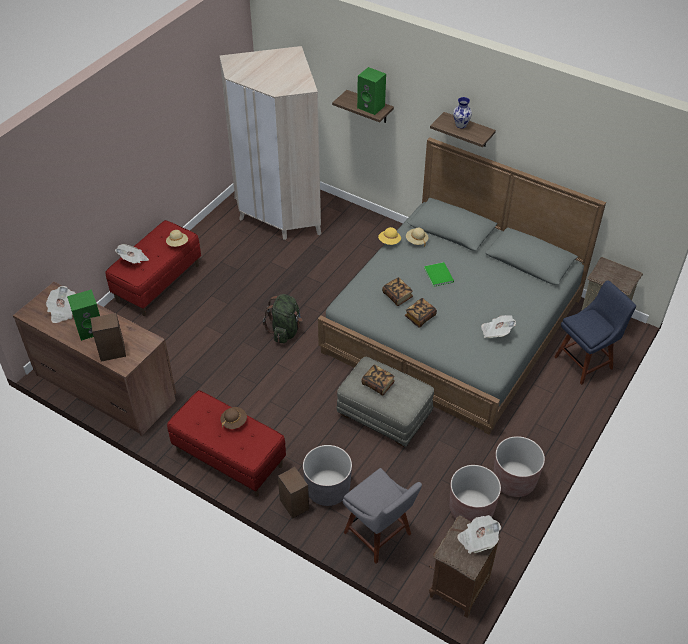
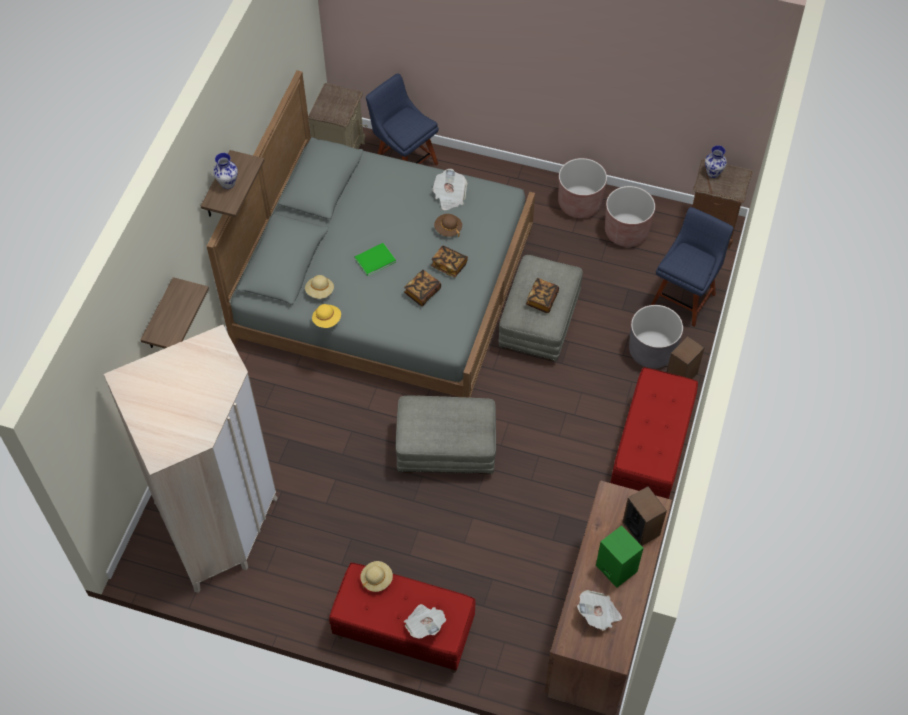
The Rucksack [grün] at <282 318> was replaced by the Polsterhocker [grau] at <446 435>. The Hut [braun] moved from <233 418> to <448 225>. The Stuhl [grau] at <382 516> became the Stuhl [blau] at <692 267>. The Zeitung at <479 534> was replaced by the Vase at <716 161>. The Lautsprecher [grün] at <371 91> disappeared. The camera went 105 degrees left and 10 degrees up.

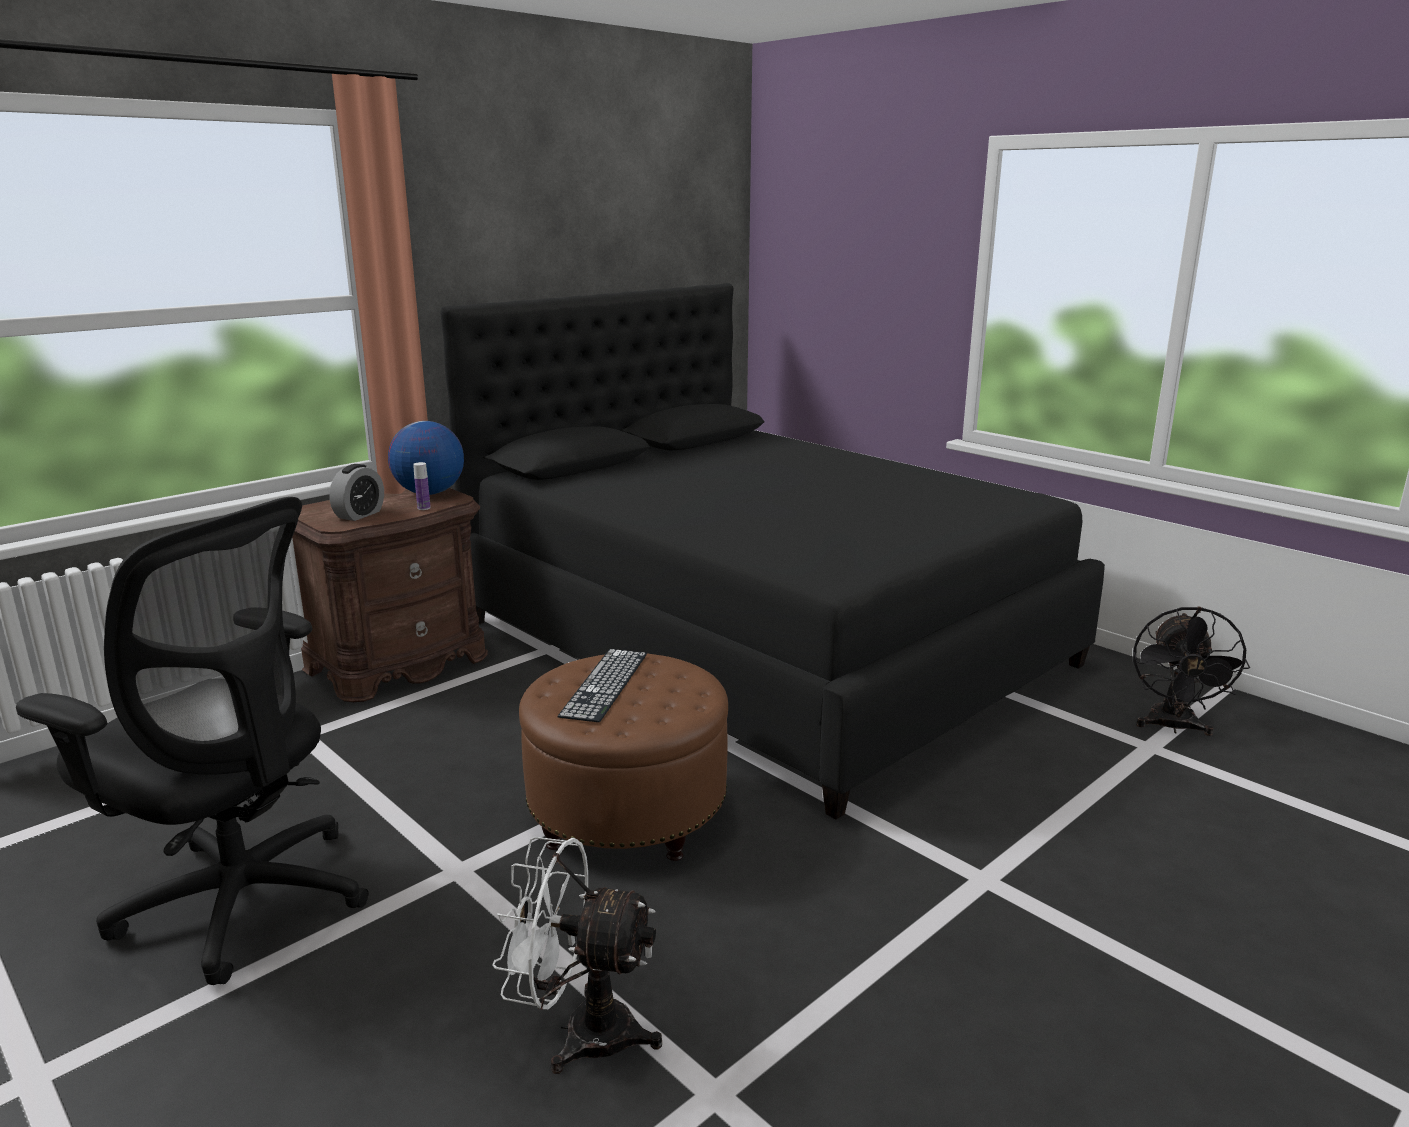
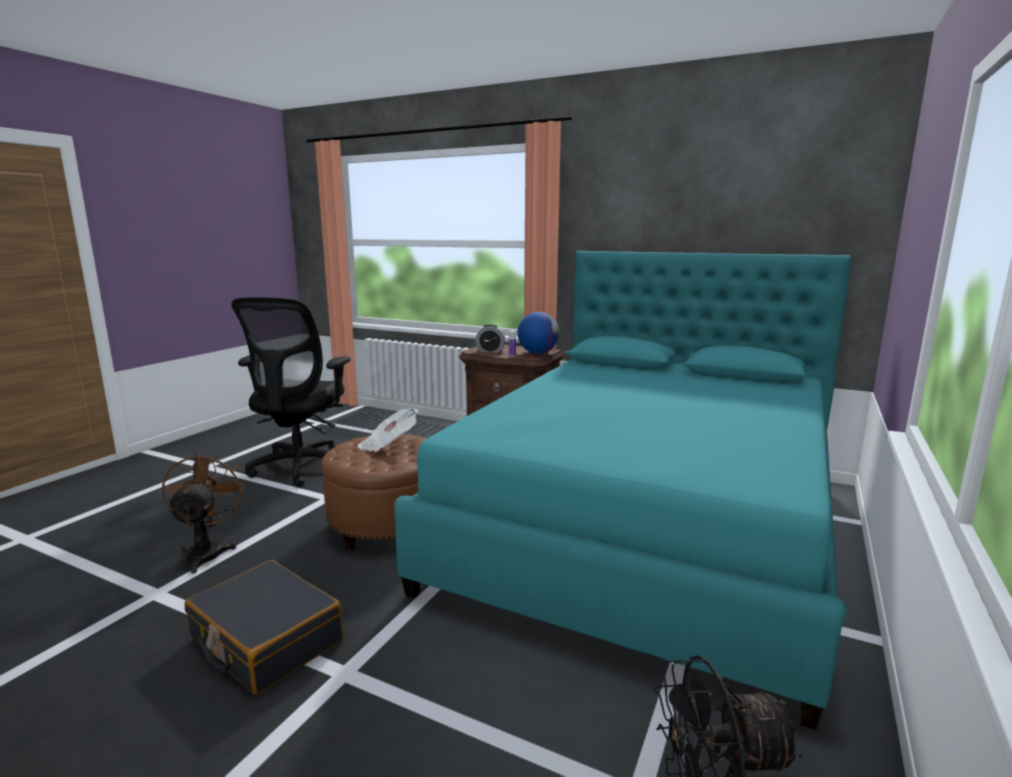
The Ventilator [weiß] at <577 955> became the Ventilator [braun] at <203 513>. The Koffer [schwarz] at <264 627> appeared. The Tastatur at <602 685> was replaced by the Zeitung at <388 430>. The Bett [schwarz] at <772 551> became the Bett [türkis] at <623 490>. The camera went 70 degrees right and 5 degrees down.

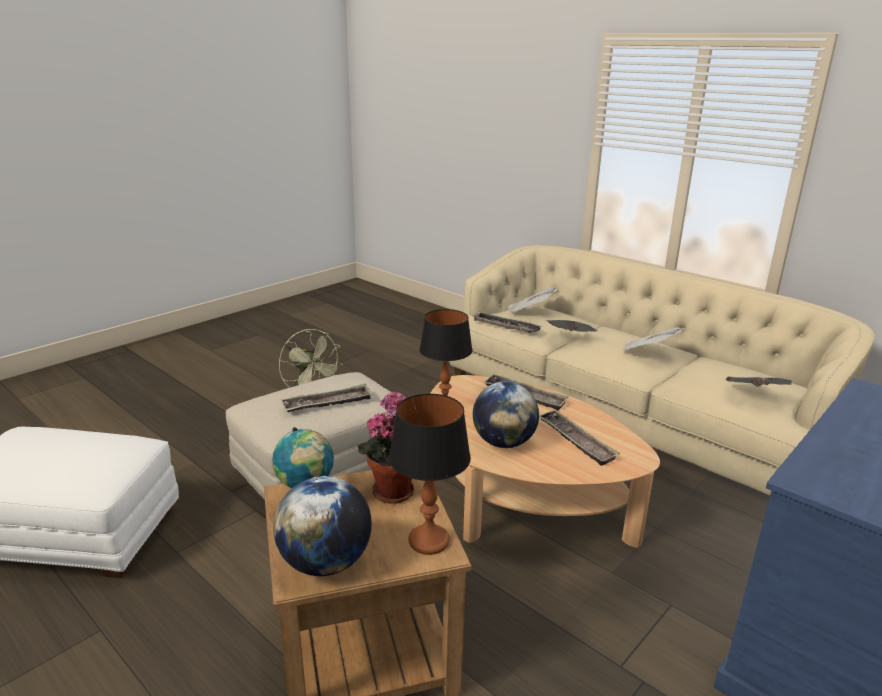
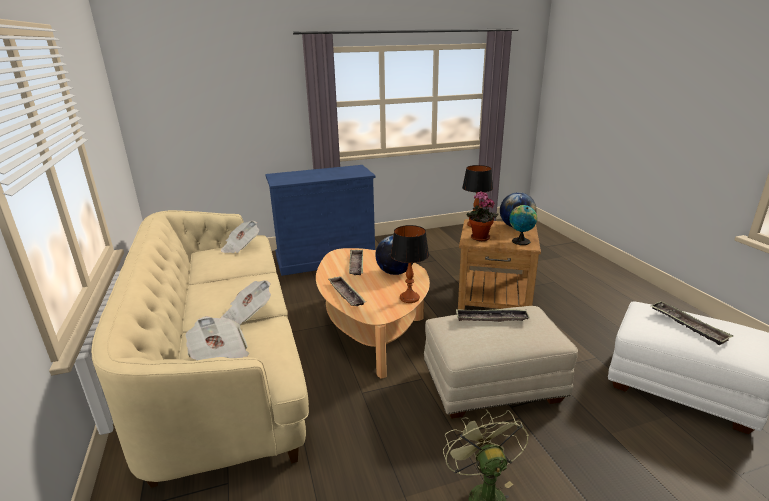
The Tablett moved from <507 322> to <692 323>. The Zeitung at <652 338> disappeared. The camera went 150 degrees left and 0 degrees up.

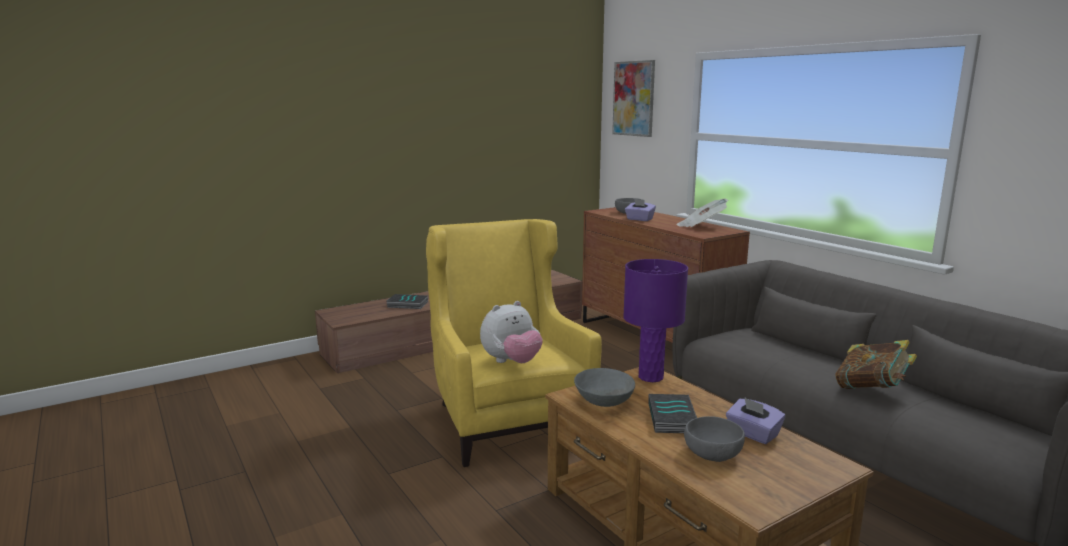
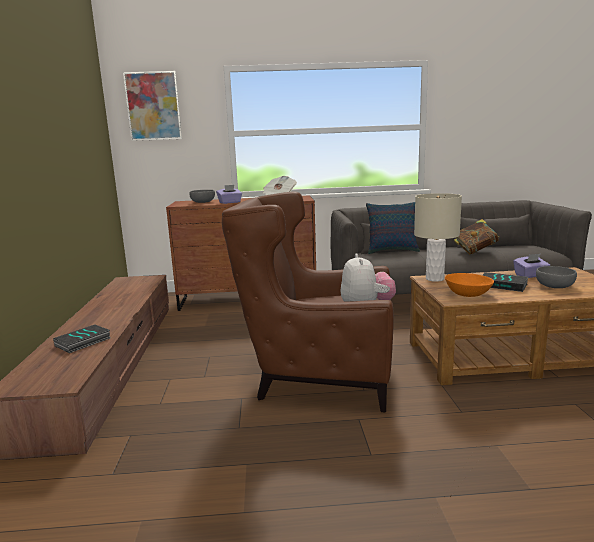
The Sessel [gelb] at <514 343> became the Sessel [braun] at <308 302>. The Kissen [blau] at <393 228> appeared. The Tischlampe [lila] at <655 320> became the Tischlampe [beige] at <438 237>. The Schüssel [grau] at <604 387> became the Schüssel [orange] at <469 285>. The camera went 60 degrees left and 0 degrees up.

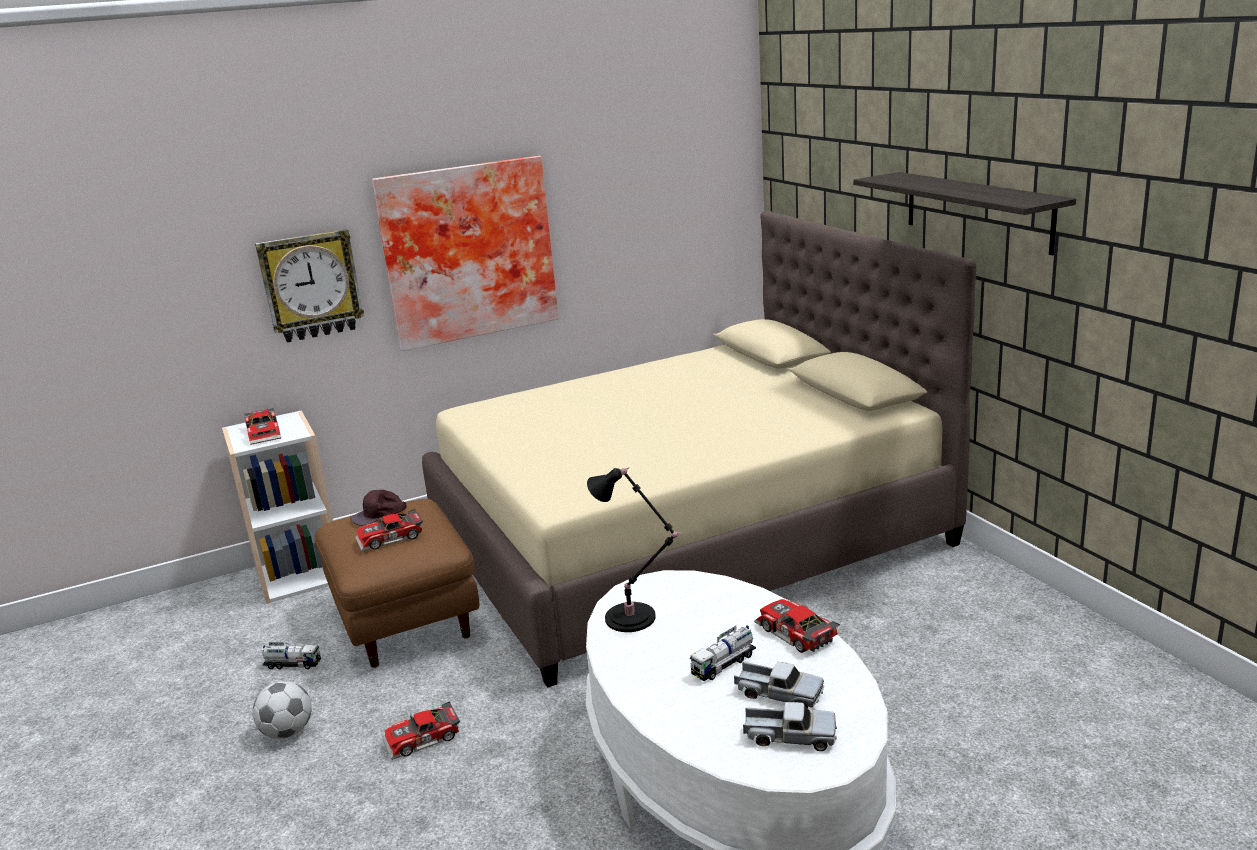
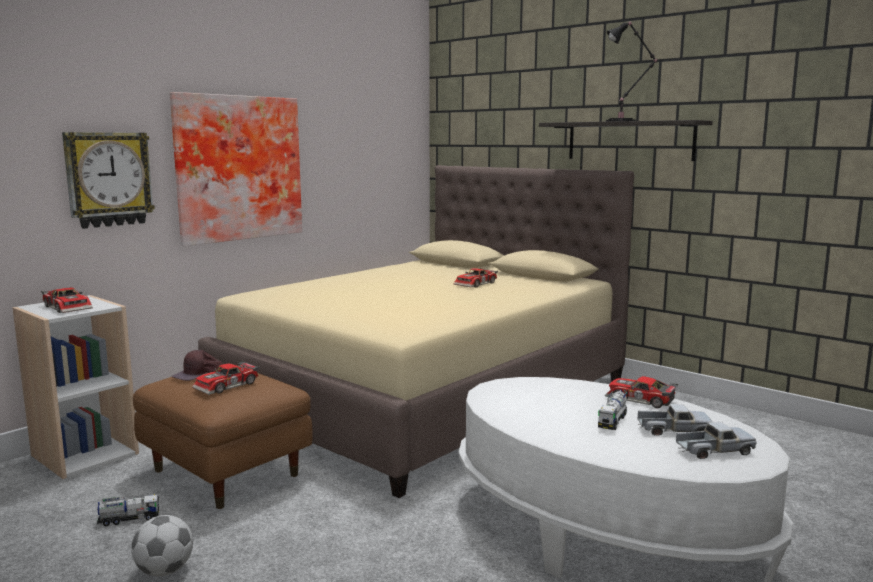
The Spielzeugauto moved from <421 730> to <476 277>. The Tischlampe [schwarz] moved from <634 550> to <631 72>. The camera went 25 degrees left and 10 degrees down.

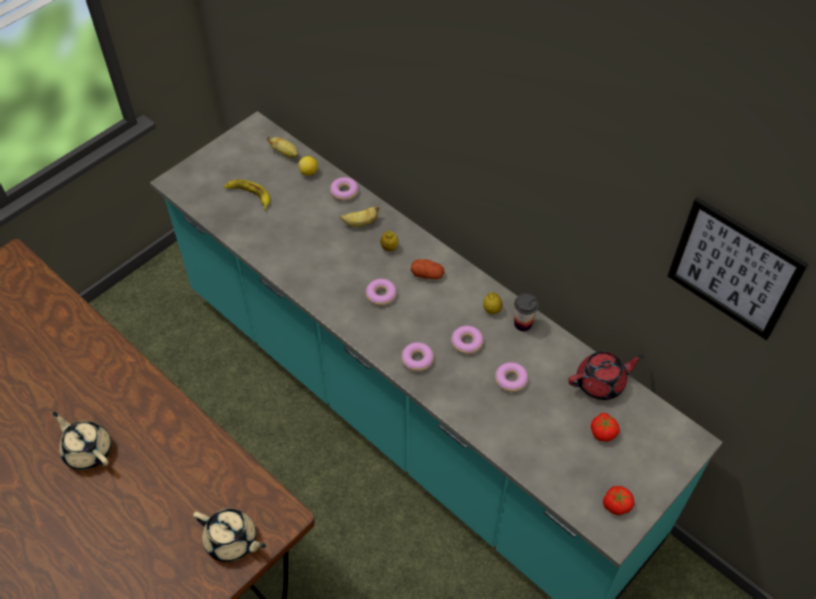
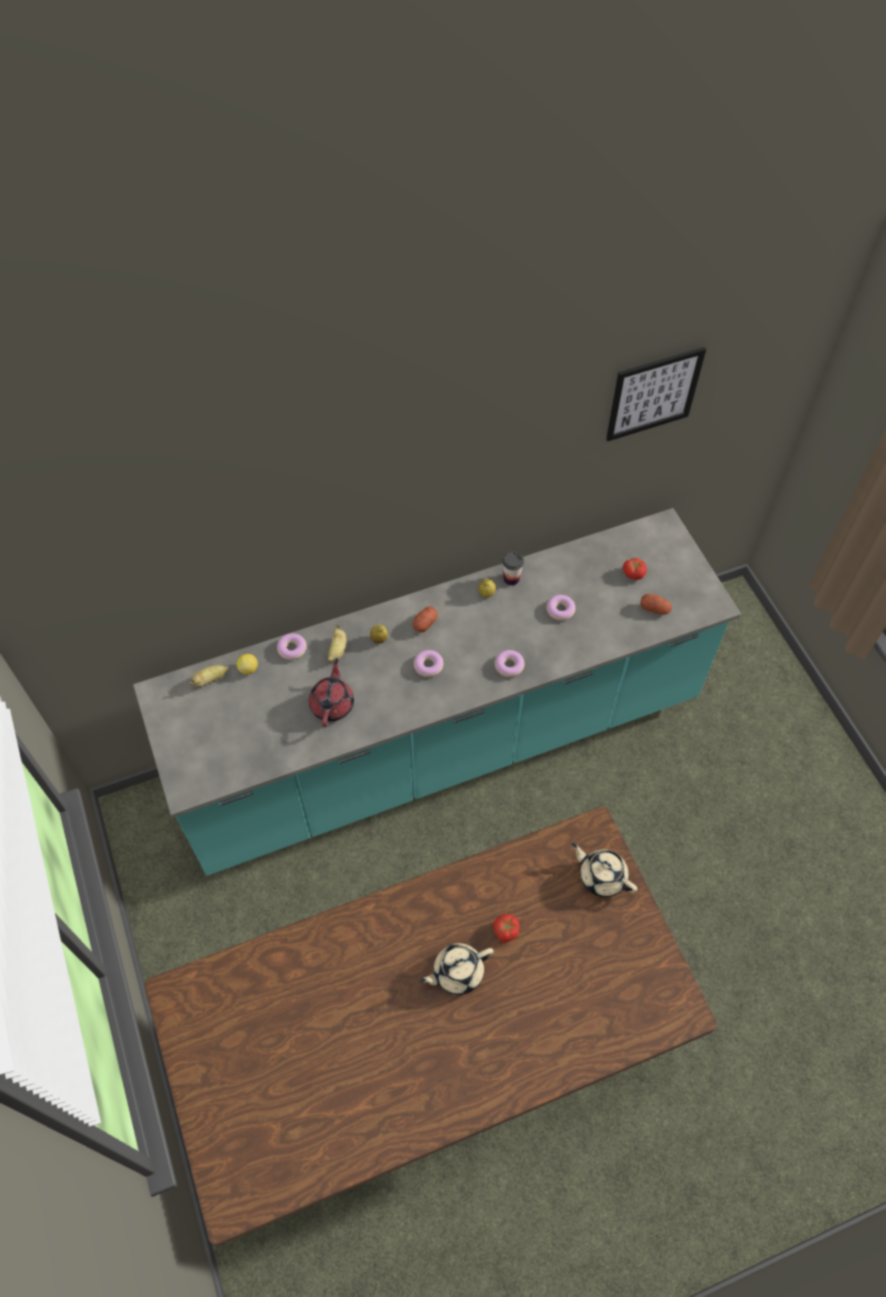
The Teekanne [rot] moved from <606 375> to <331 692>. The Tomate moved from <618 500> to <506 928>. The Teekanne [beige] at <229 535> turned 105 degrees counterclockwise. The Kartoffel at <656 604> appeared. The Banane at <247 195> disappeared. The Donut at <467 340> disappeared. The camera went 65 degrees left and 5 degrees up.

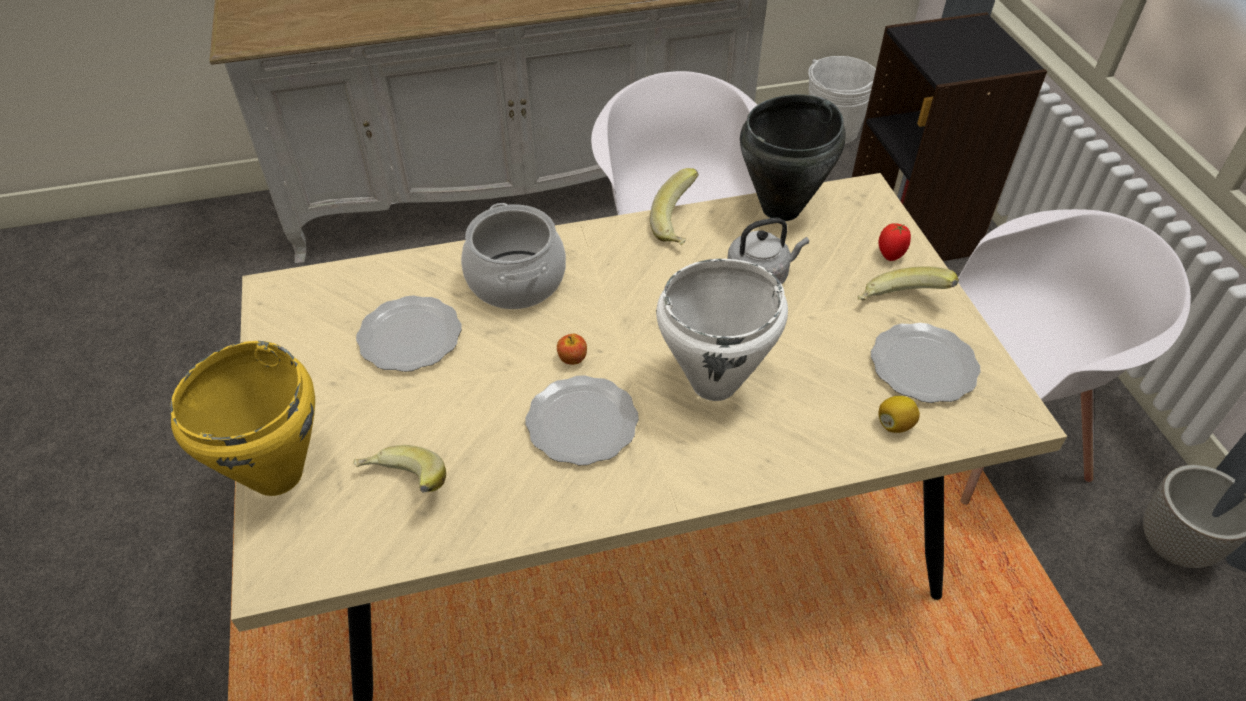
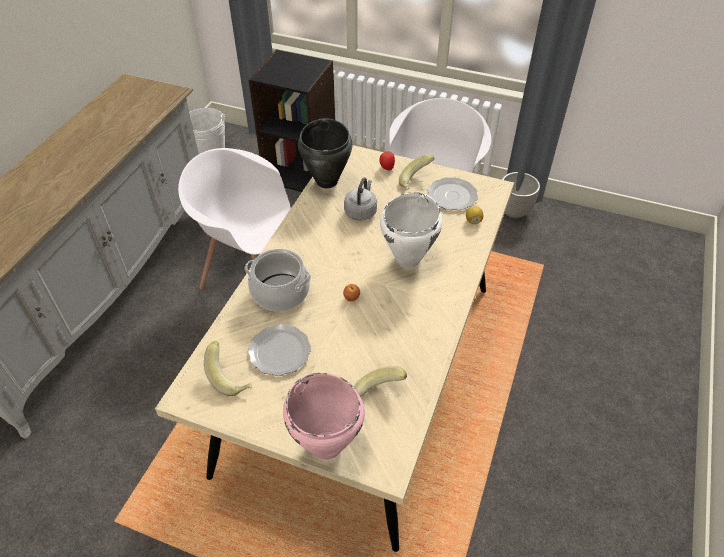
The Banane moved from <674 206> to <228 368>. The Kochtopf [gelb] at <242 418> became the Kochtopf [rosa] at <324 416>. The Teller at <582 420> disappeared. The camera went 55 degrees left and 0 degrees up.

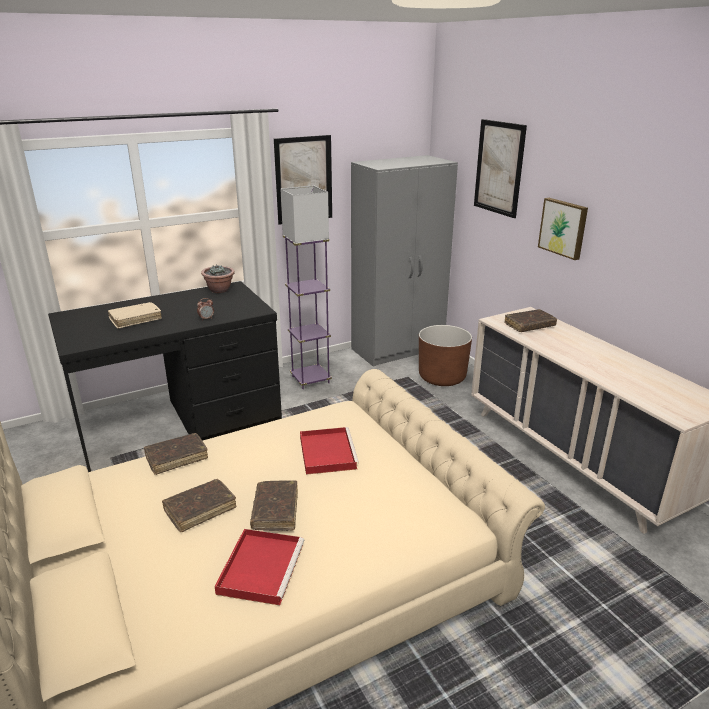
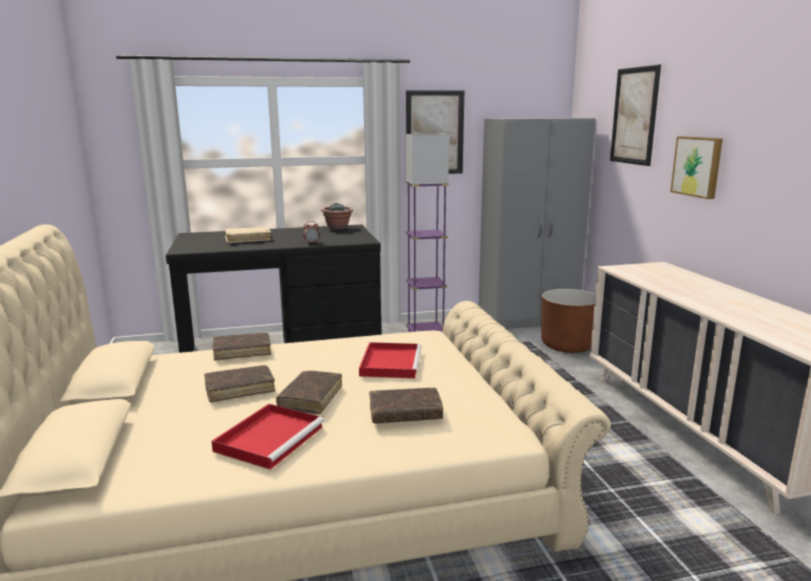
The Buch [braun] moved from <530 320> to <406 405>. The camera went 15 degrees right and 10 degrees down.

